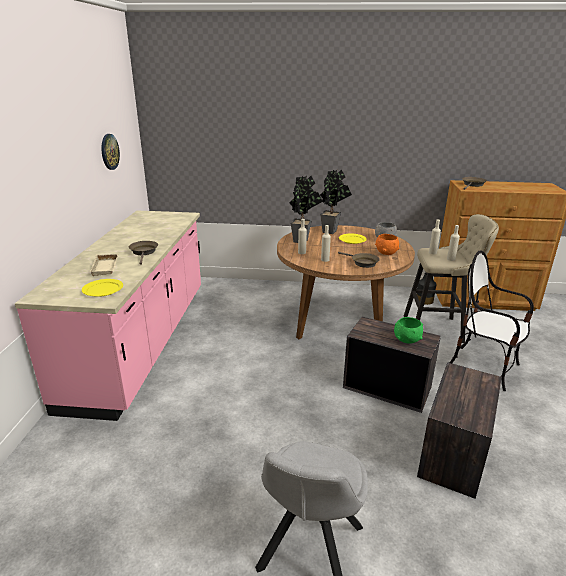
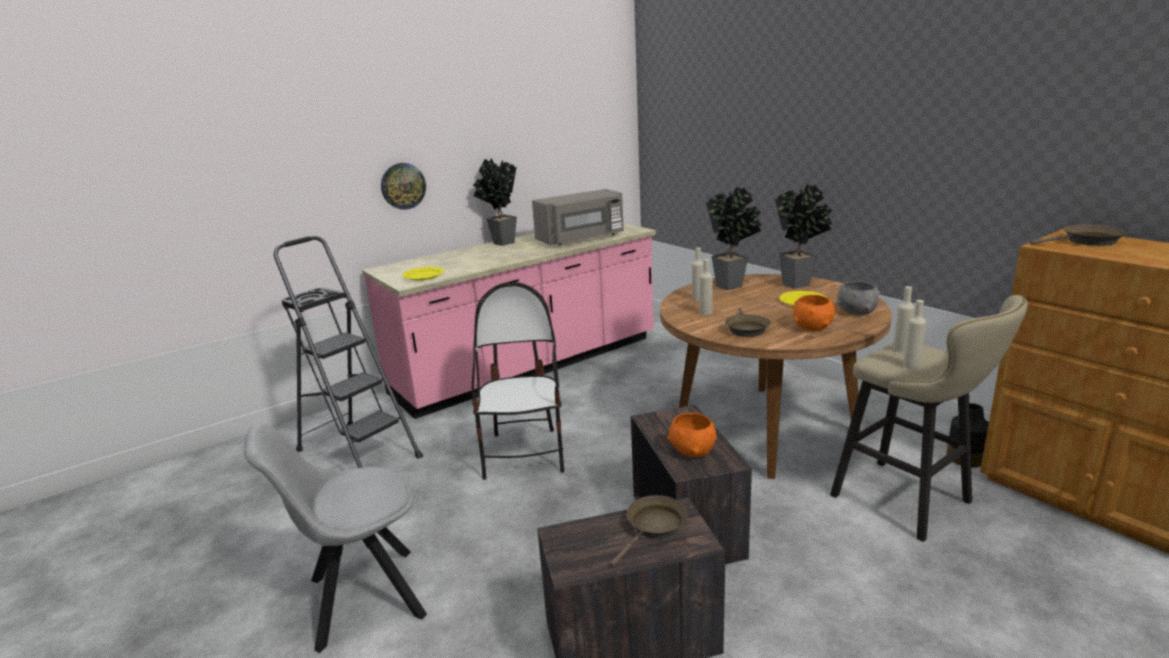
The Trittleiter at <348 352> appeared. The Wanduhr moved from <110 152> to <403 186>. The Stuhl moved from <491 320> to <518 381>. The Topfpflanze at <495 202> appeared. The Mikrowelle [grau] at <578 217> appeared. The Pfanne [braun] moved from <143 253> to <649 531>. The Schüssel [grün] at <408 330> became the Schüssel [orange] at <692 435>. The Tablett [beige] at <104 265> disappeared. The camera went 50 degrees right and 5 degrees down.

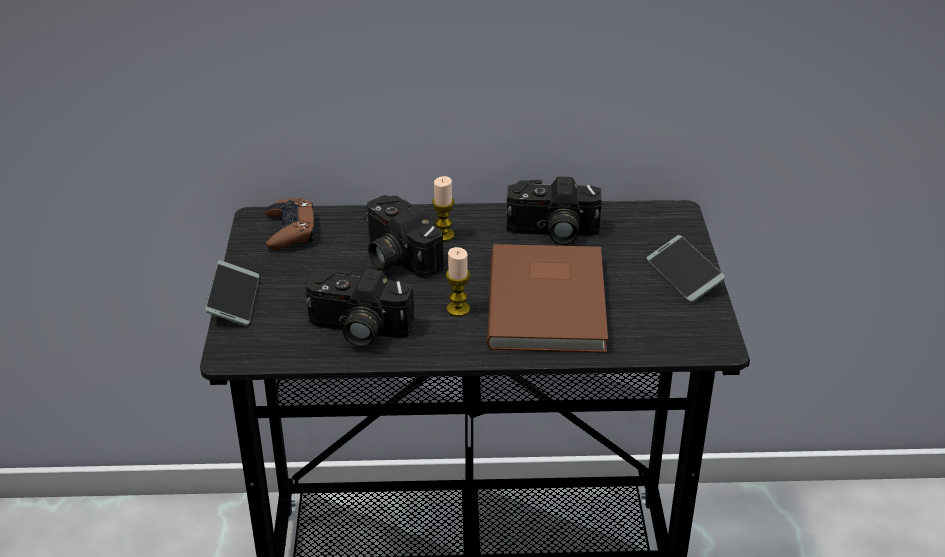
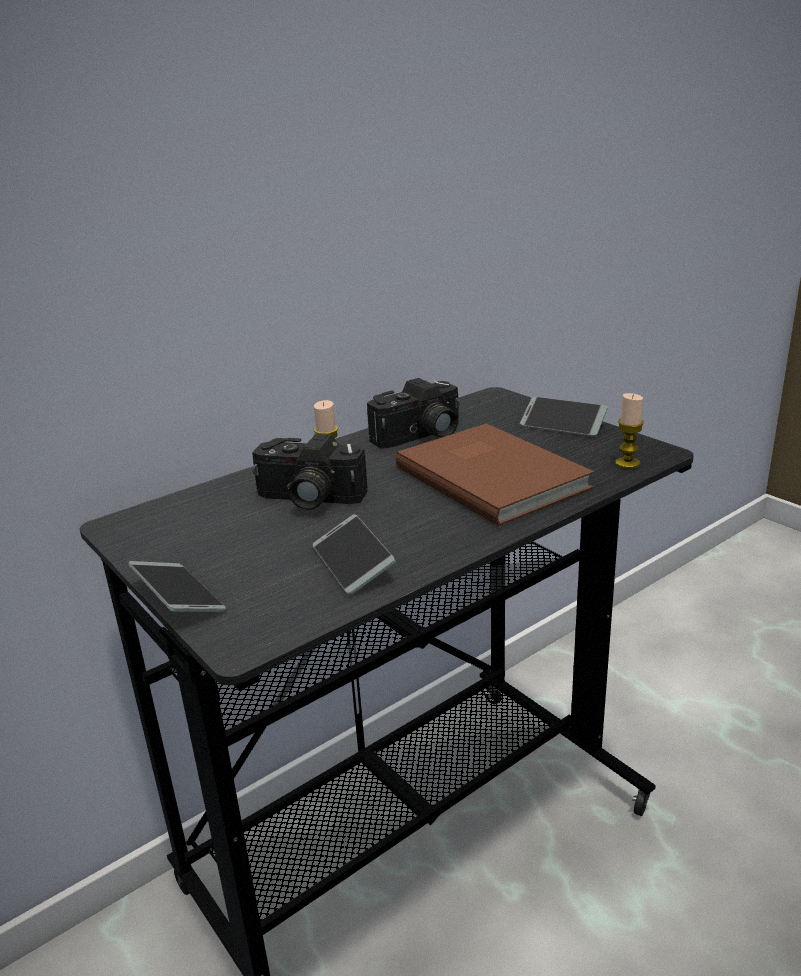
The Kamera at <360 308> was replaced by the Handy at <354 554>. The Kerze moved from <458 282> to <629 431>. The Gamepad [braun] at <290 224> disappeared. The camera went 35 degrees left and 10 degrees down.

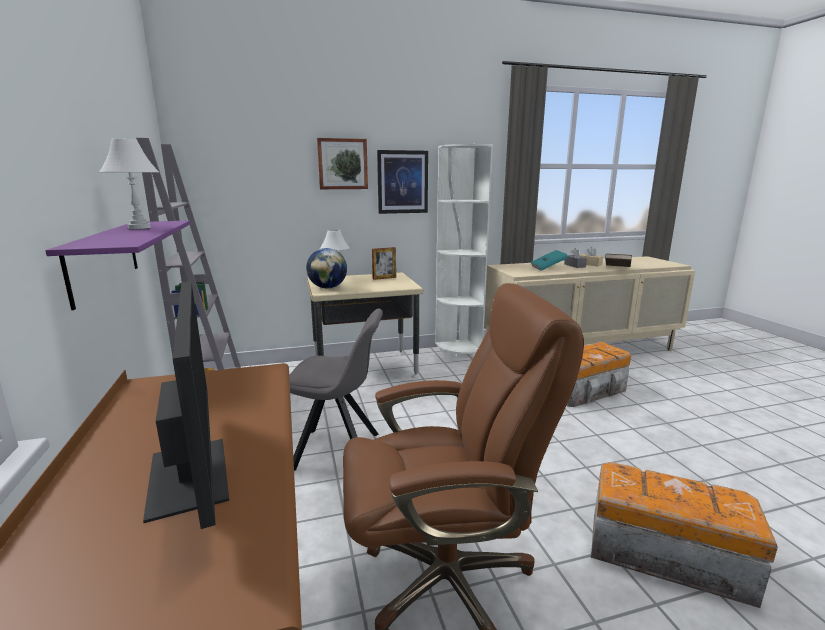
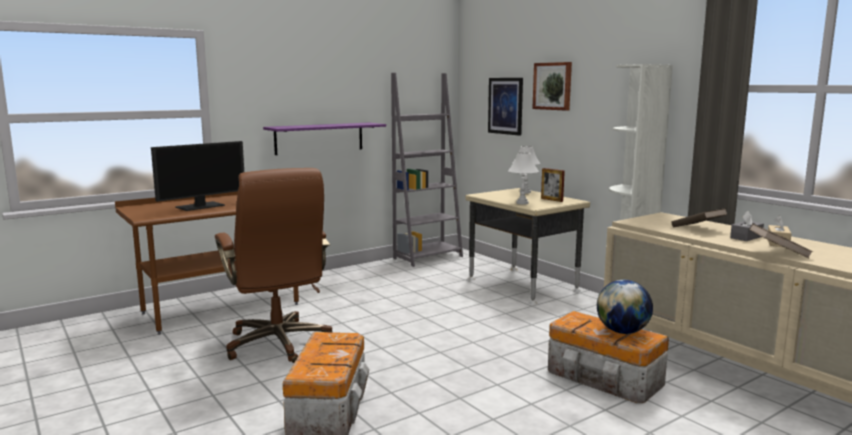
The Bild moved from <402 182> to <505 107>. The Tischlampe [weiß] moved from <129 184> to <523 178>. The Globus moved from <326 268> to <625 307>. The Buch [türkis] at <549 260> became the Buch [braun] at <700 217>. The Stuhl [grau] at <336 389> disappeared. The camera went 70 degrees right and 5 degrees down.

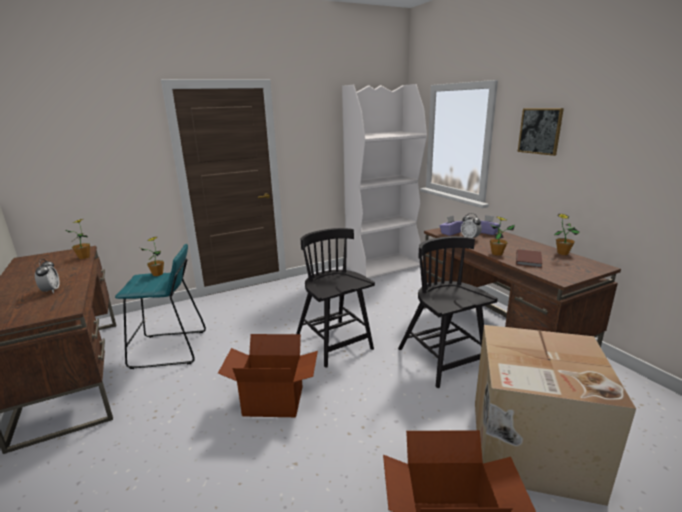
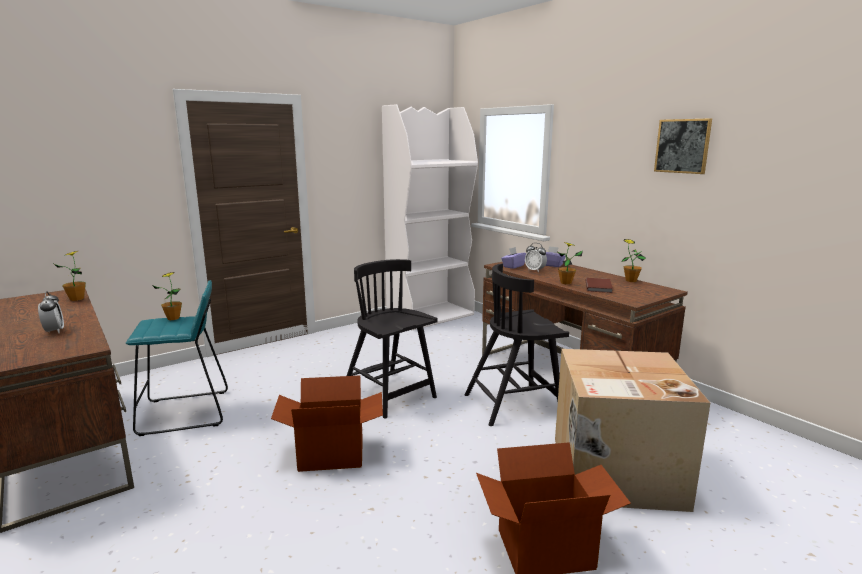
The Stuhl [schwarz] at <448 312> turned 75 degrees counterclockwise. The Bild moved from <541 132> to <683 146>. The camera went 10 degrees left and 5 degrees down.

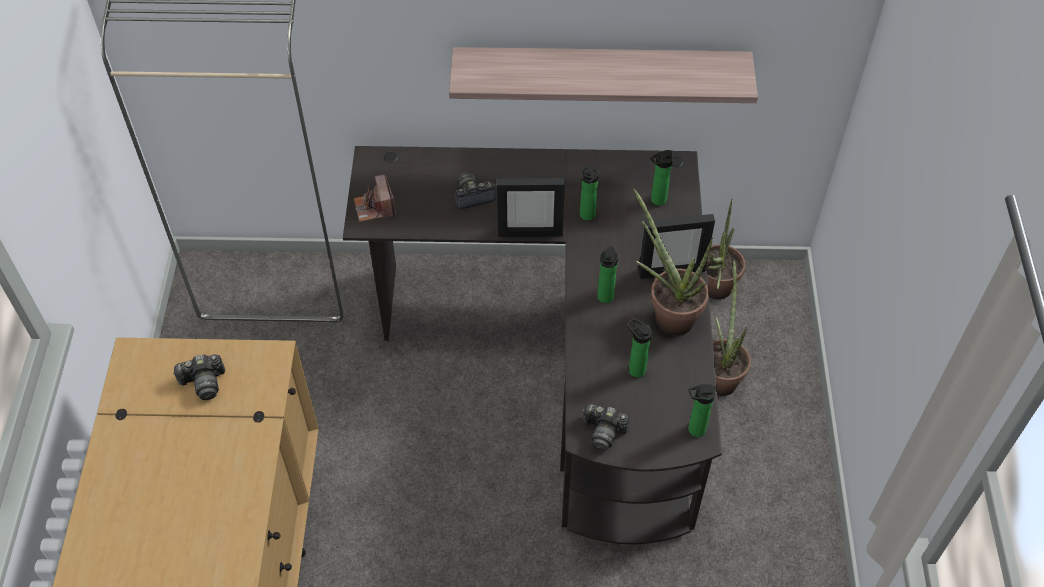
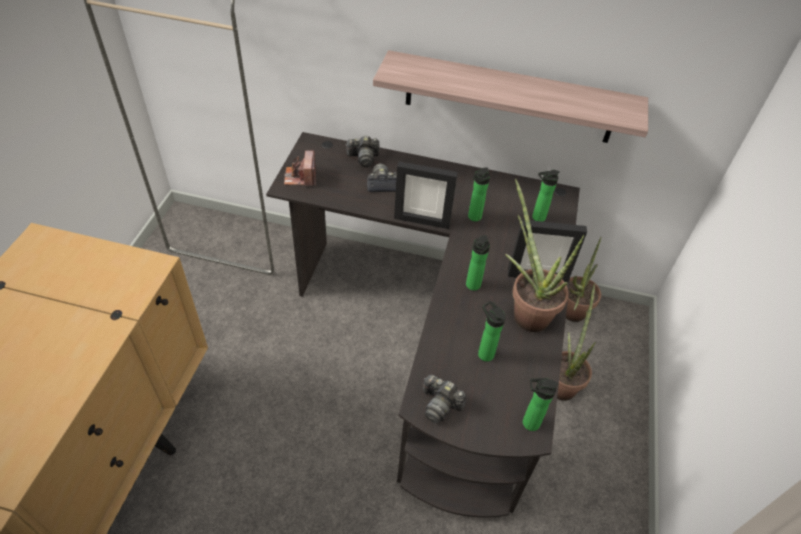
The Kamera moved from <199 377> to <362 151>. The camera went 10 degrees right and 5 degrees down.

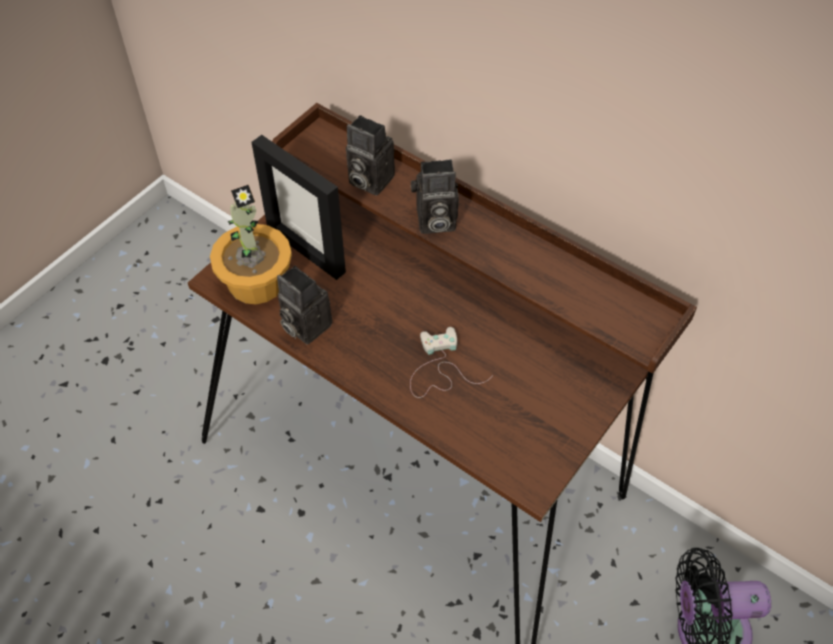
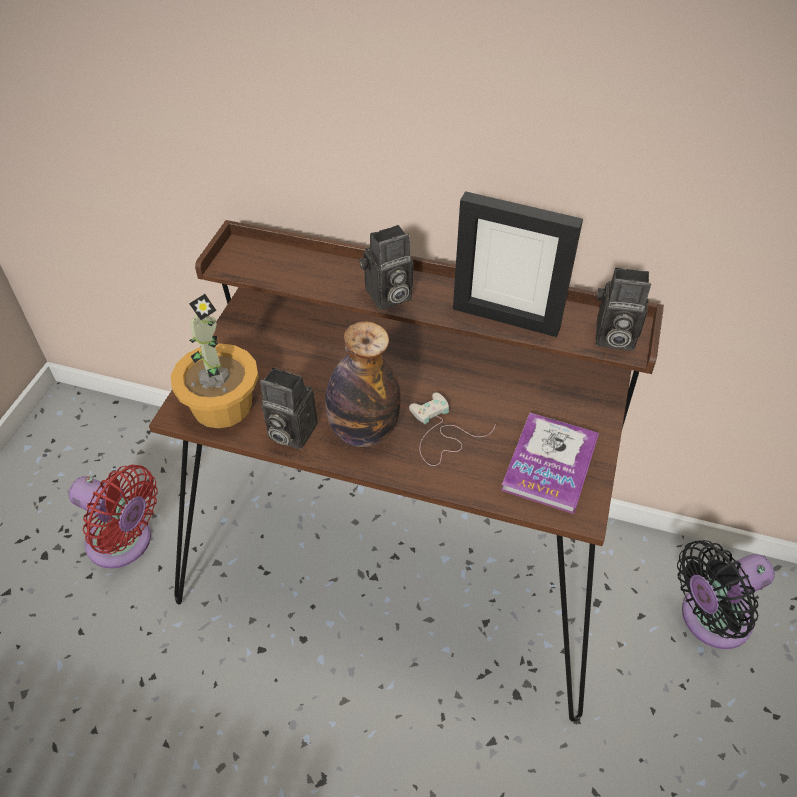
The Ventilator [rot] at <113 516> appeared. The Flasche at <362 384> appeared. The Bilderrahmen moved from <298 207> to <518 264>. The Buch at <550 463> appeared. The Kamera moved from <370 155> to <623 309>. The camera went 20 degrees left and 5 degrees down.

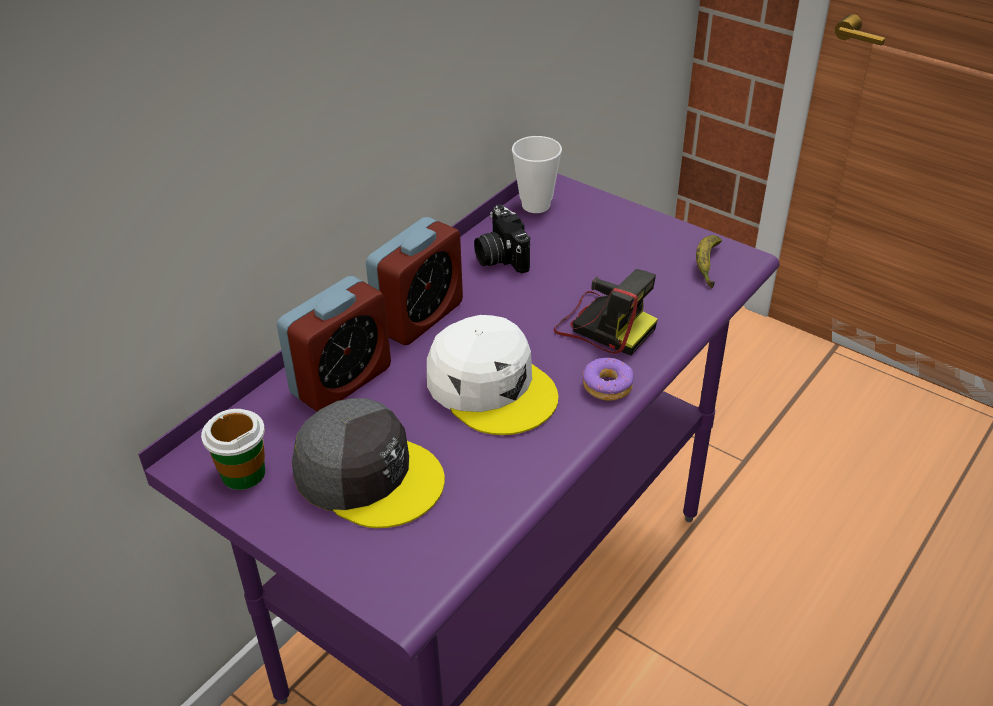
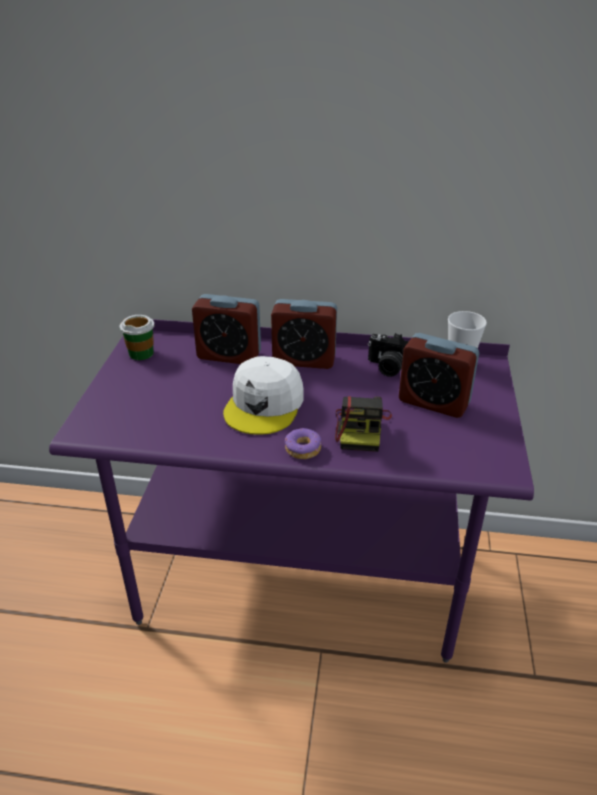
The Kamera at <502 238> turned 105 degrees counterclockwise. The Wecker at <439 375> appeared. The Kappe [grau] at <368 463> disappeared. The Banane at <709 261> disappeared. The camera went 60 degrees right and 5 degrees down.

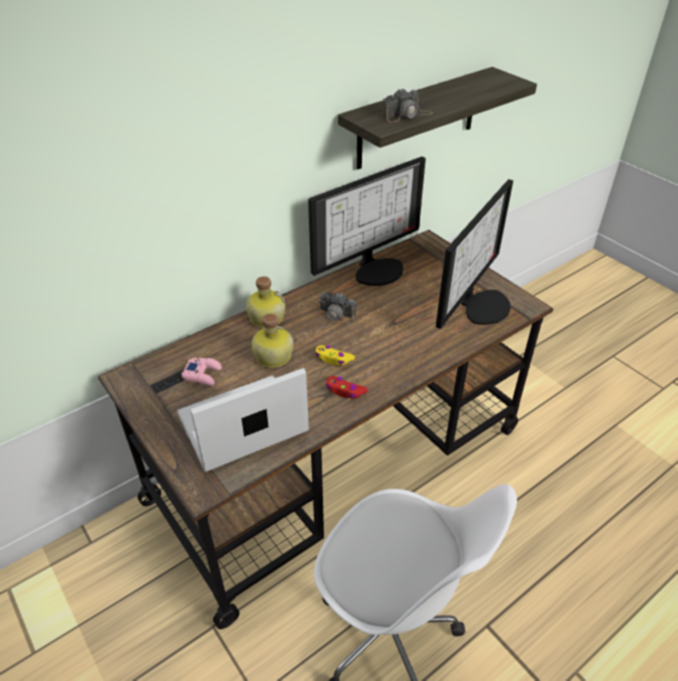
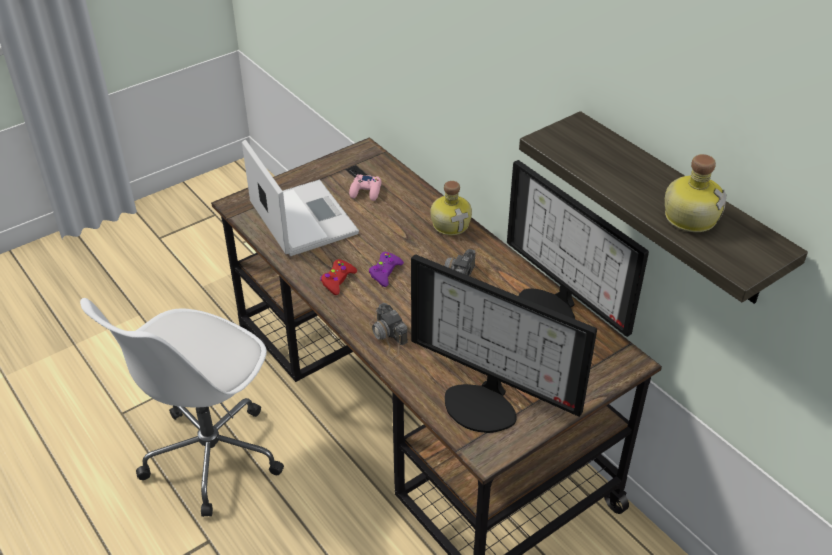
The Gamepad [gelb] at <335 355> became the Gamepad [lila] at <386 269>. The Kamera moved from <407 105> to <388 330>. The Flasche moved from <272 341> to <695 193>. The camera went 90 degrees right and 0 degrees up.

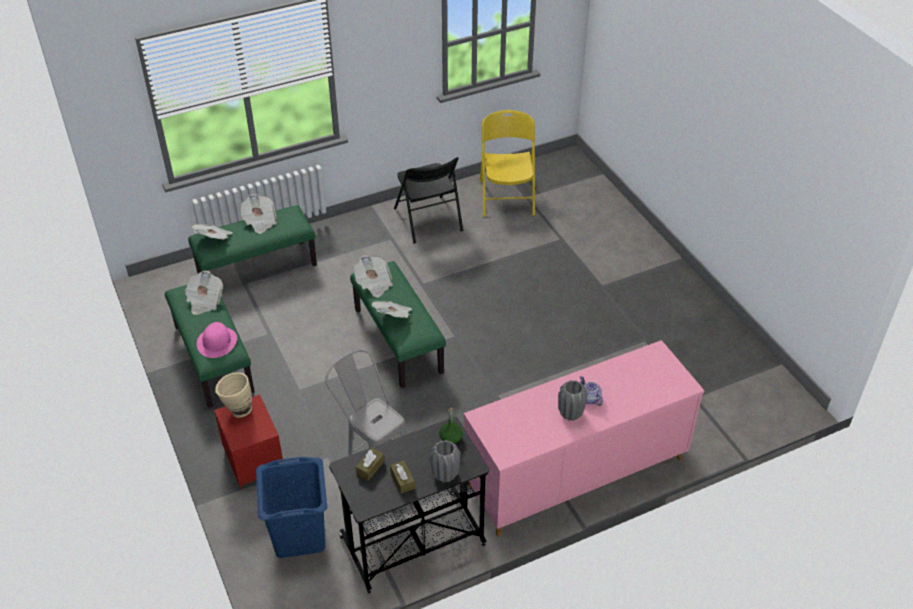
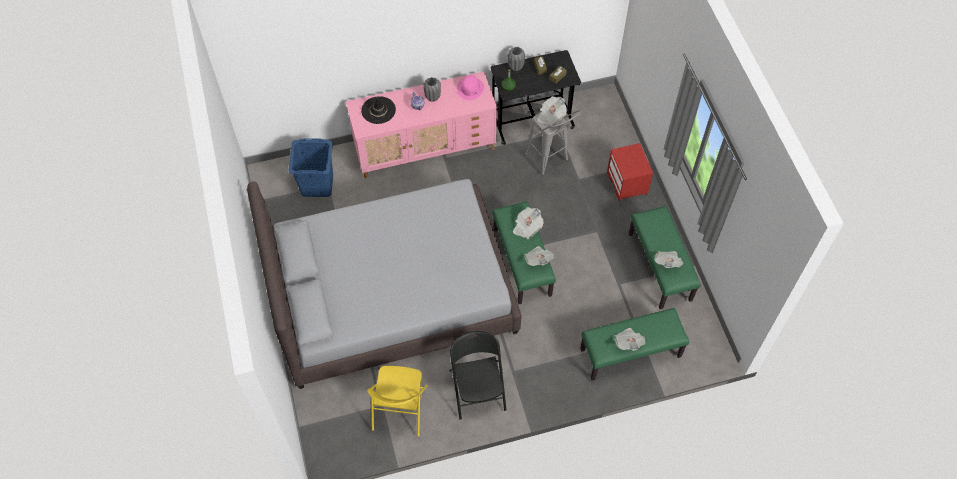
The Bett [grau] at <384 284> appeared. The Wäschekorb [blau] moved from <291 507> to <311 167>. The Hut [schwarz] at <378 110> appeared. The Hut [rosa] moved from <217 340> to <470 87>. The Zeitung moved from <212 232> to <552 111>. The Vase [beige] at <233 395> disappeared. The camera went 170 degrees left and 15 degrees up.

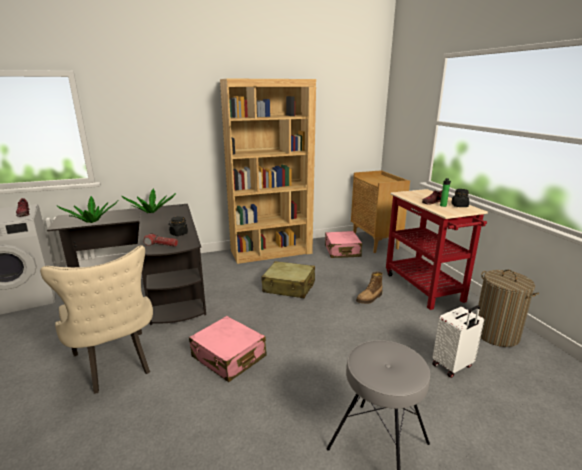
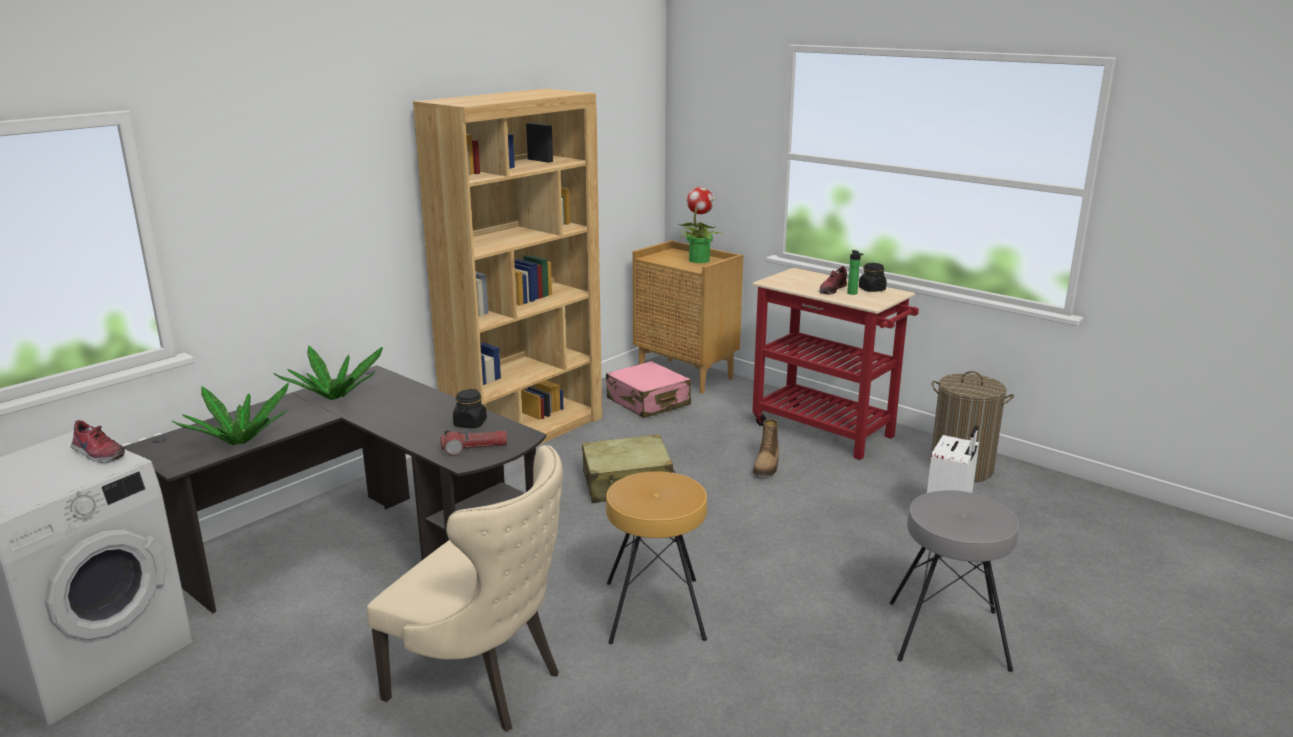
The Koffer [rosa] at <228 349> was replaced by the Hocker [braun] at <656 557>. The Topfpflanze at <701 225> appeared. The camera went 30 degrees left and 0 degrees up.

